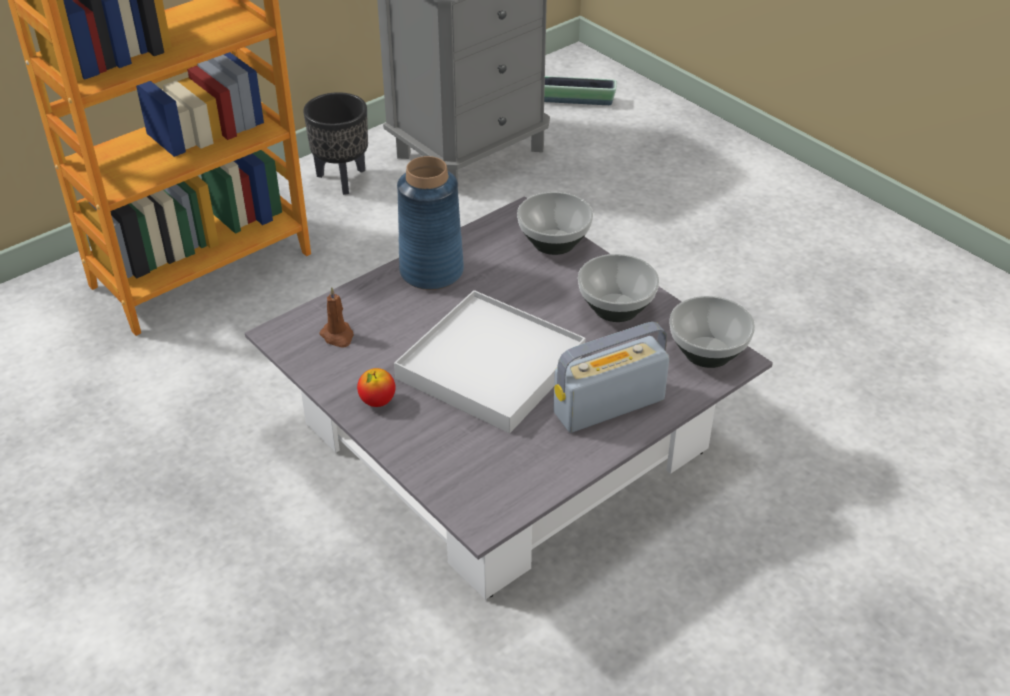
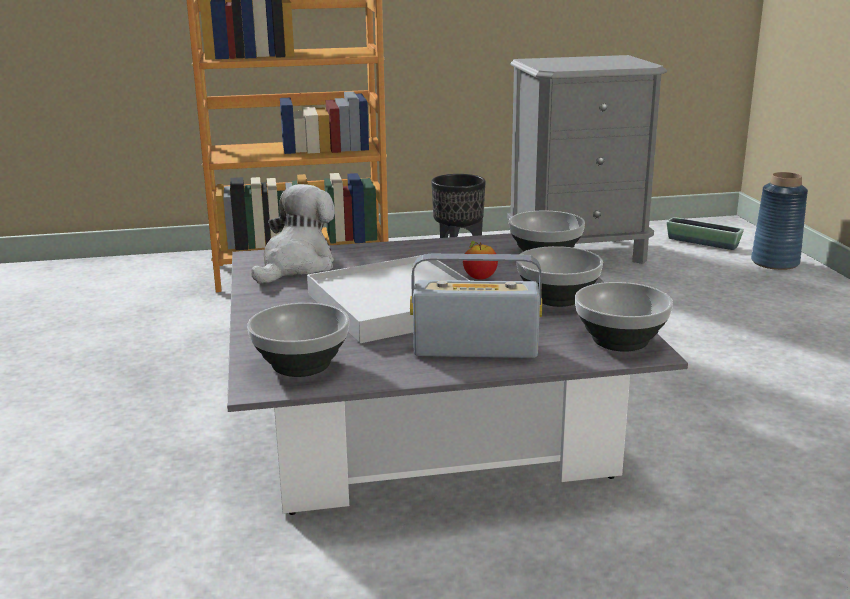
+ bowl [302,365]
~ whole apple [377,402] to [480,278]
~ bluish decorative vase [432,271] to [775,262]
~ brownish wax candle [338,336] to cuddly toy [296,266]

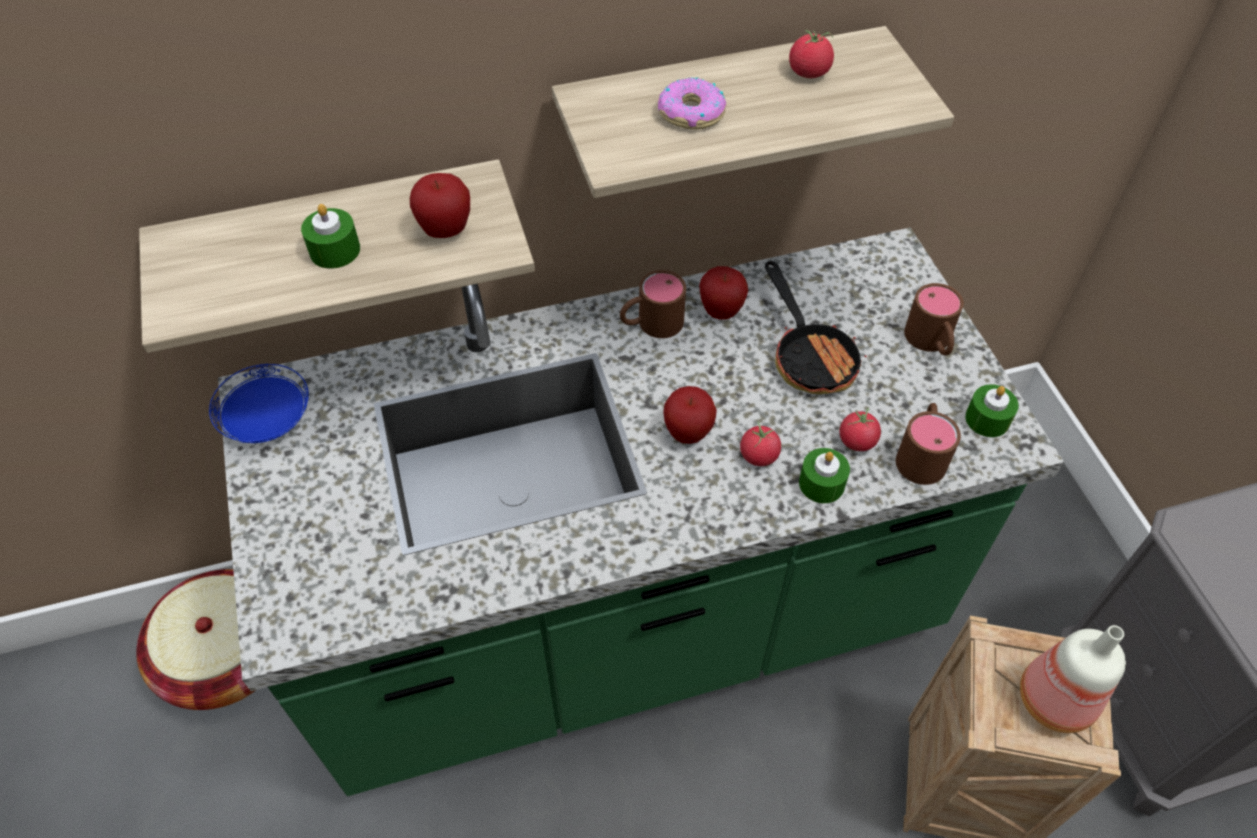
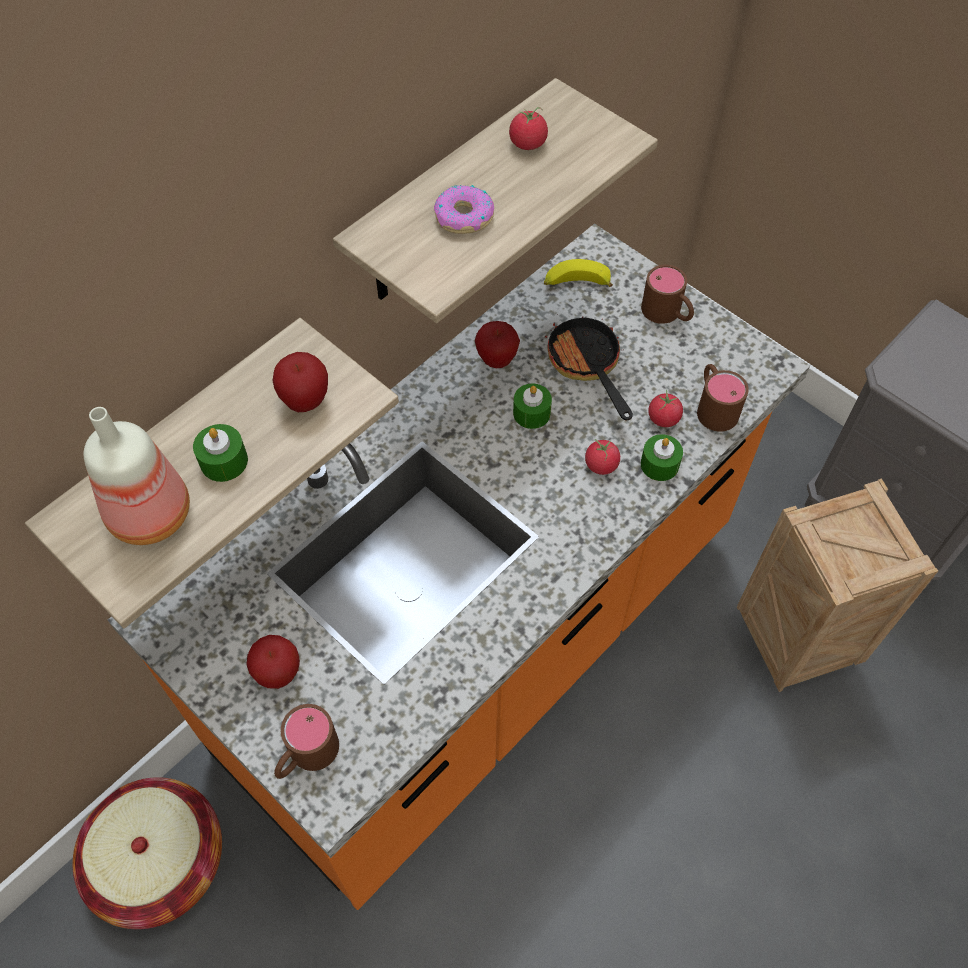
- bluish dinner plate [268,420]
+ whole banana [575,283]
~ brownish tea mug [651,324] to [305,755]
~ whole apple [688,433] to [278,674]
~ green wax candle [987,419] to [531,413]
~ beverage bottle [1052,700] to [148,516]
~ green counter [628,619] to orangey counter [484,644]
~ skillet [809,355] = [587,365] 150 degrees counterclockwise

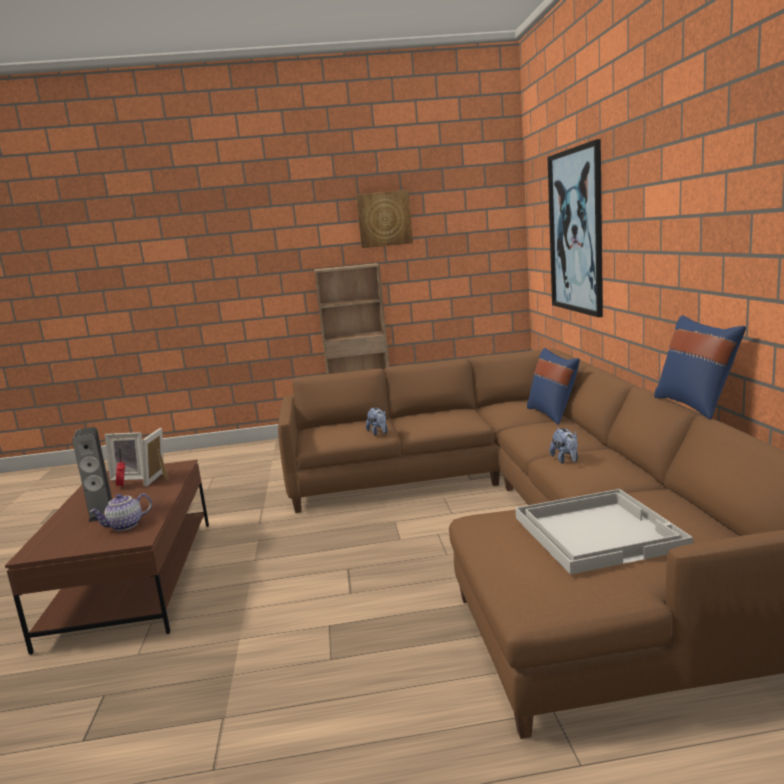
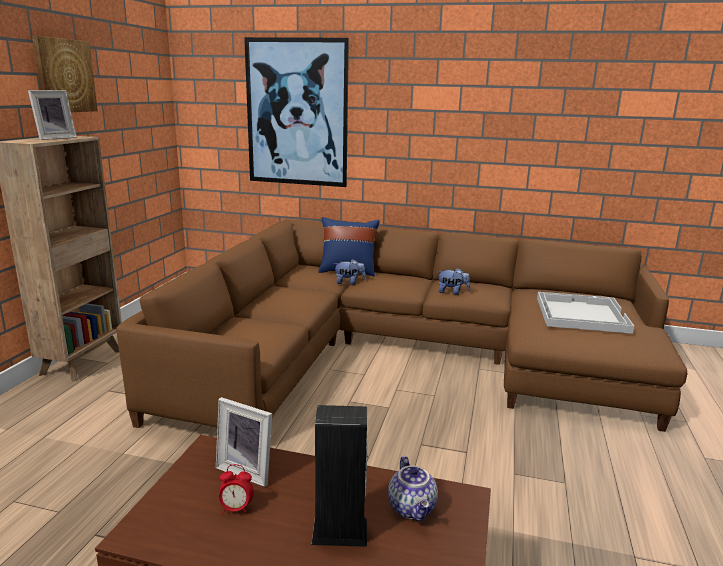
- bluish pillow [695,405]
~ standing frame [132,477] to [54,138]
~ cuddly toy [378,433] to [349,282]

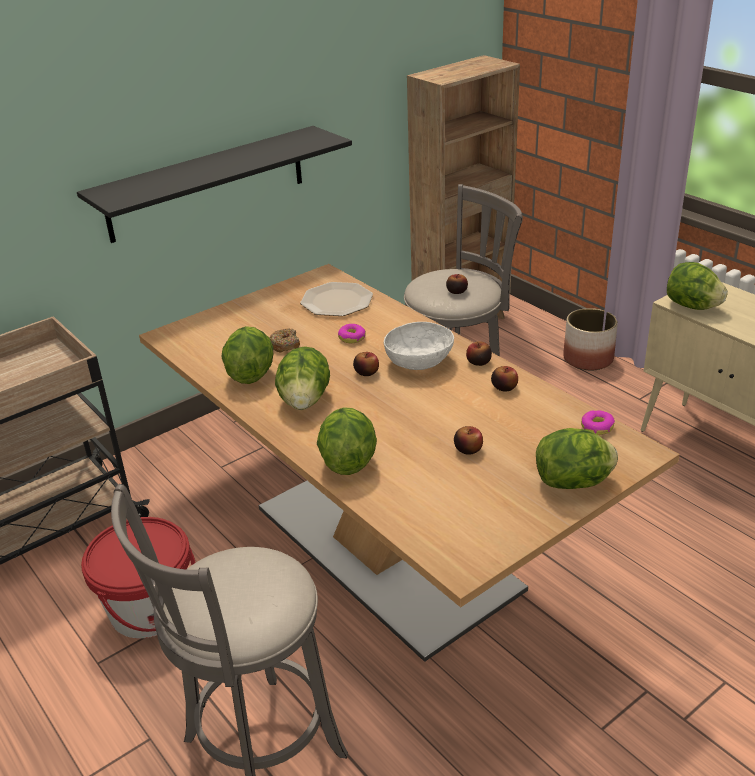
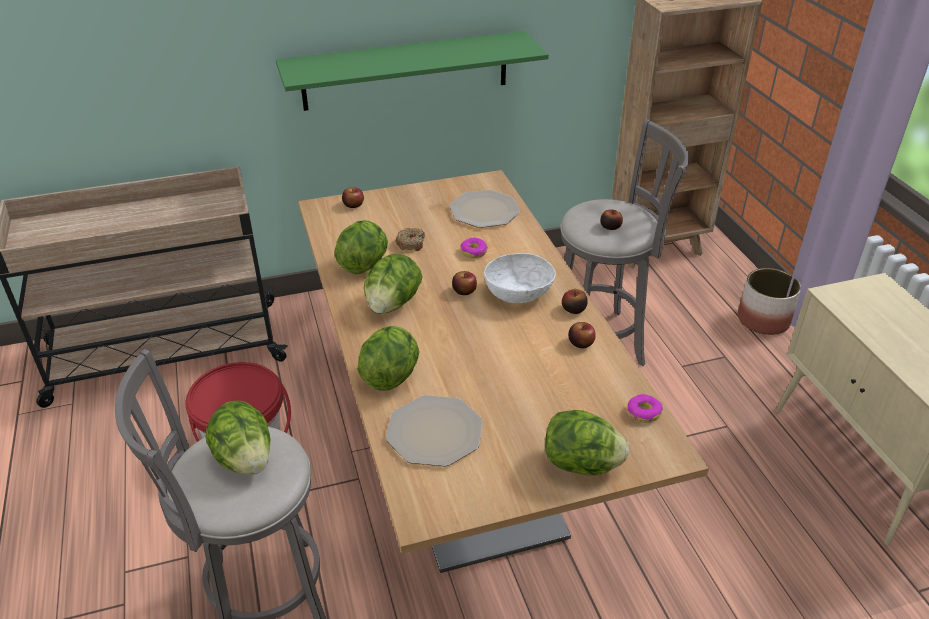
+ dinner plate [434,432]
~ whole apple [468,449] to [353,205]
~ lettuce [692,306] to [245,459]
~ black shelf [207,183] to green shelf [405,71]

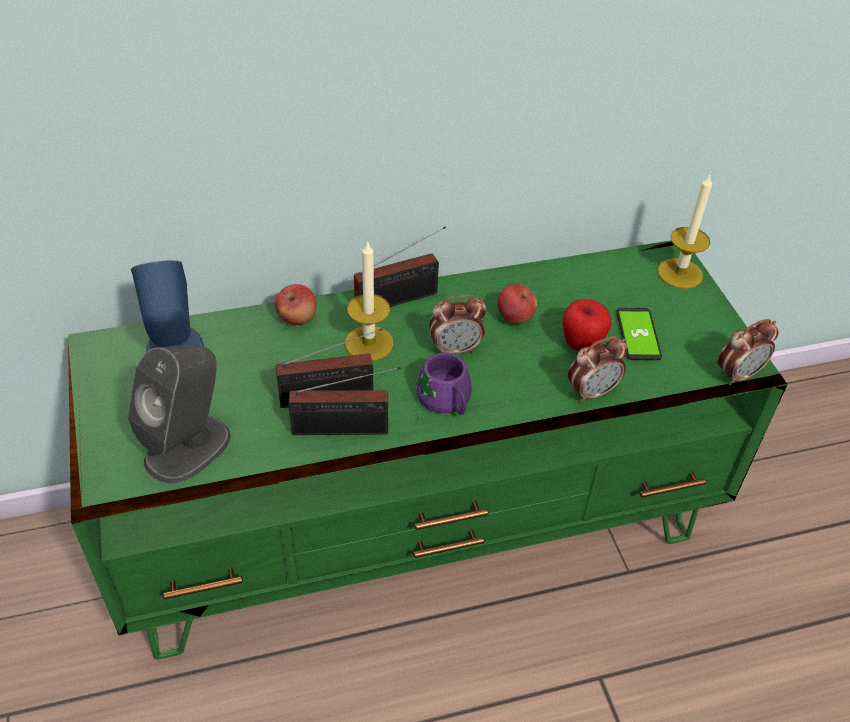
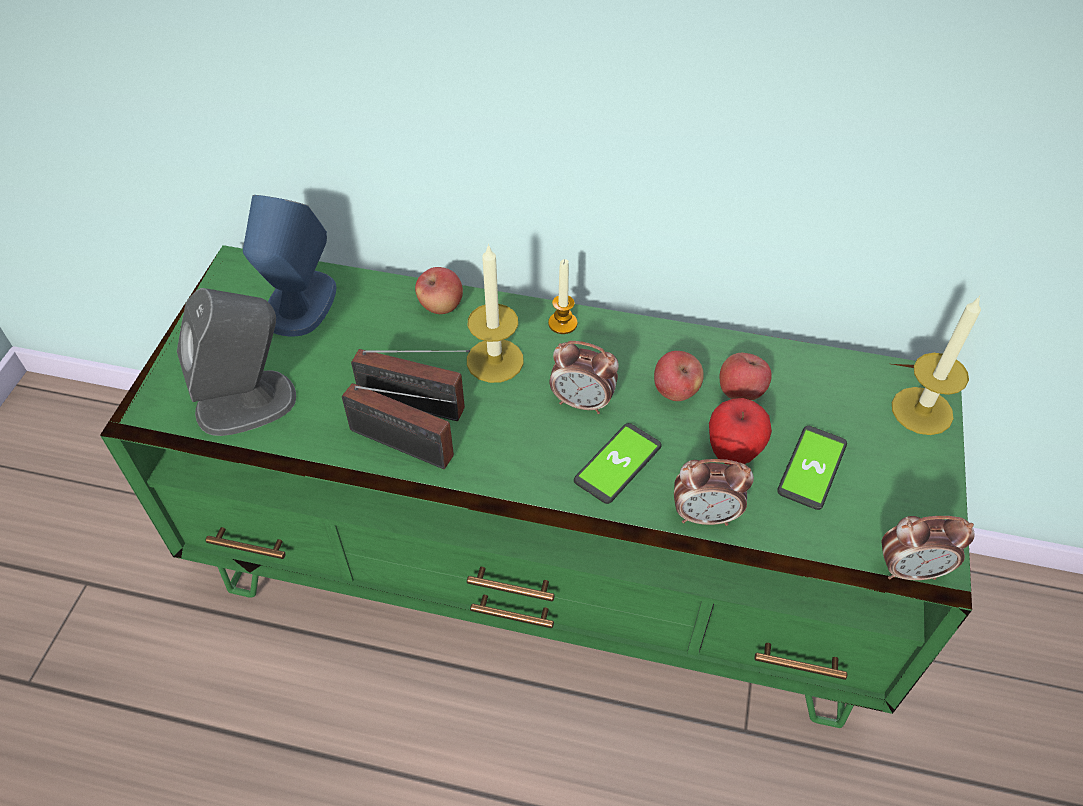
- purple-coloured tea mug [441,402]
+ handset [618,464]
+ whole apple [740,392]
~ radio [401,299] to wax candle [562,323]

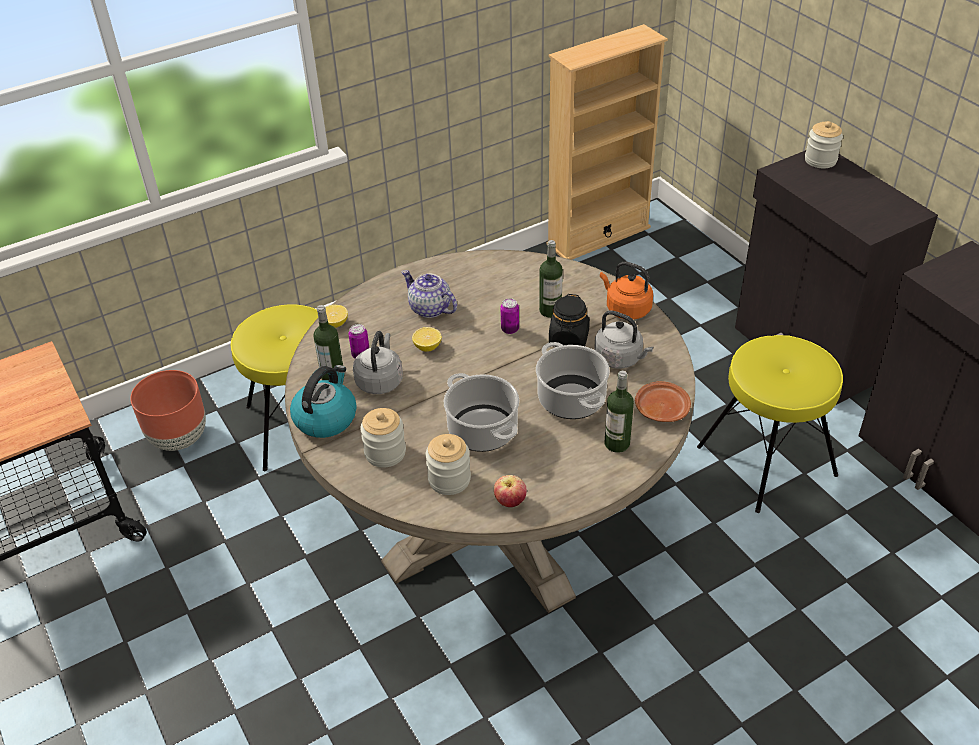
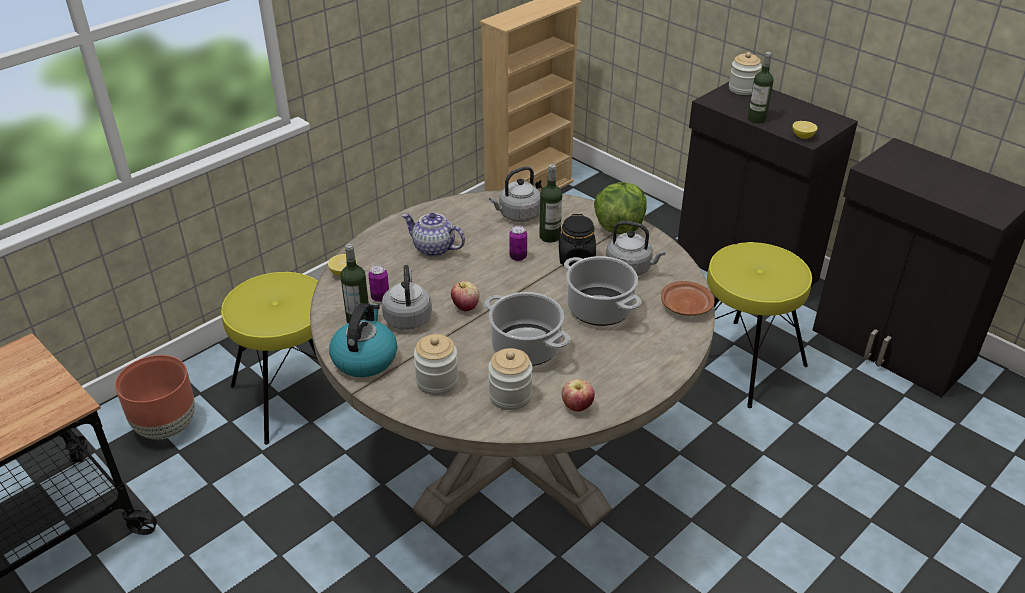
+ whole apple [465,307]
+ grey tea kettle [518,215]
~ citrus fruit [427,347] to [802,136]
~ beverage bottle [617,443] to [756,119]
~ orangey tea kettle [626,309] to lettuce [619,227]

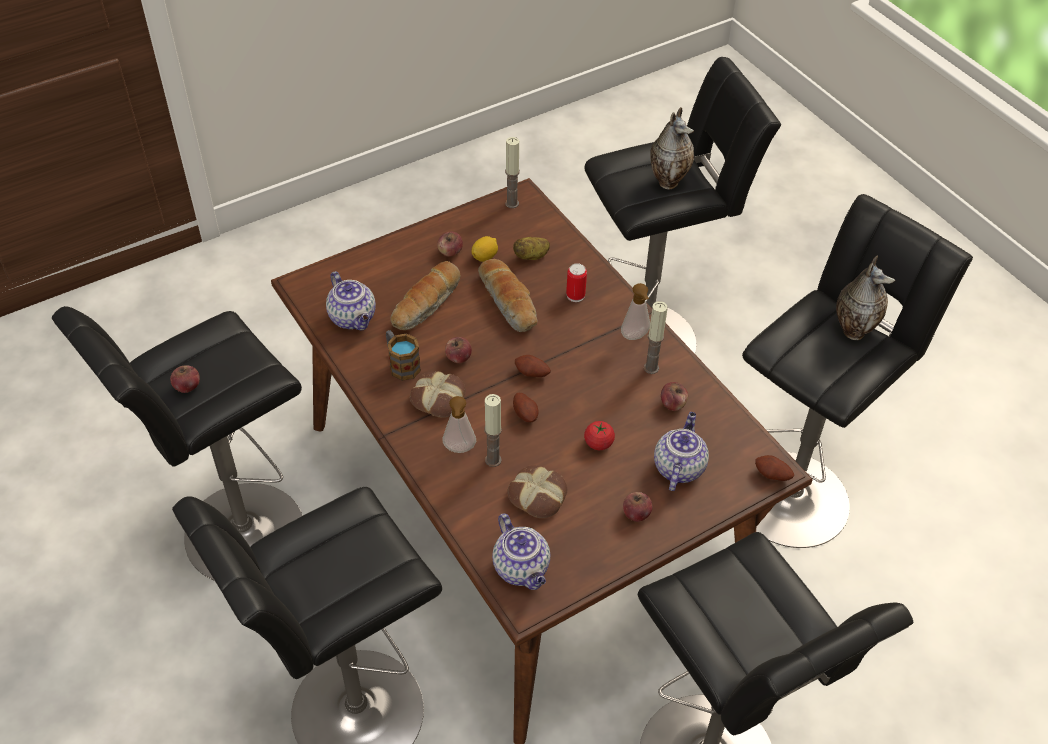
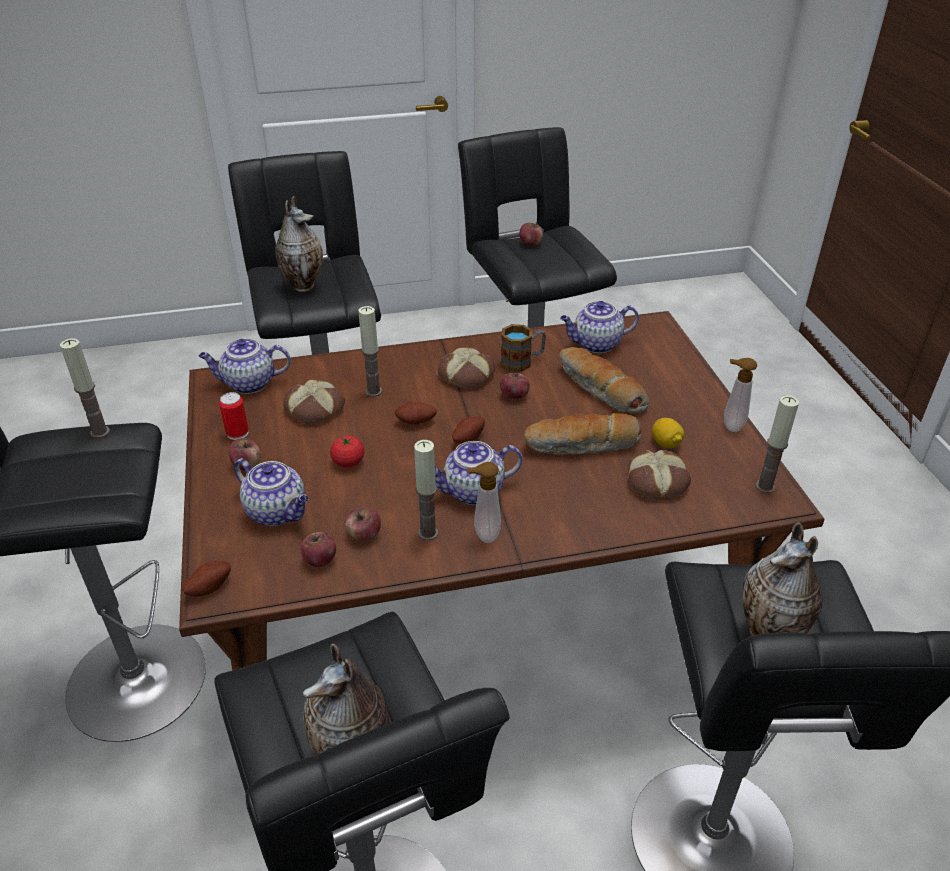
+ wax candle [100,432]
+ decorative vase [303,284]
+ teapot [472,492]
~ whole apple [450,252] to [320,560]
~ soap bottle [459,450] to [730,425]
~ metal can [575,295] to [237,433]
~ potato [531,256] to bakery bread [657,481]

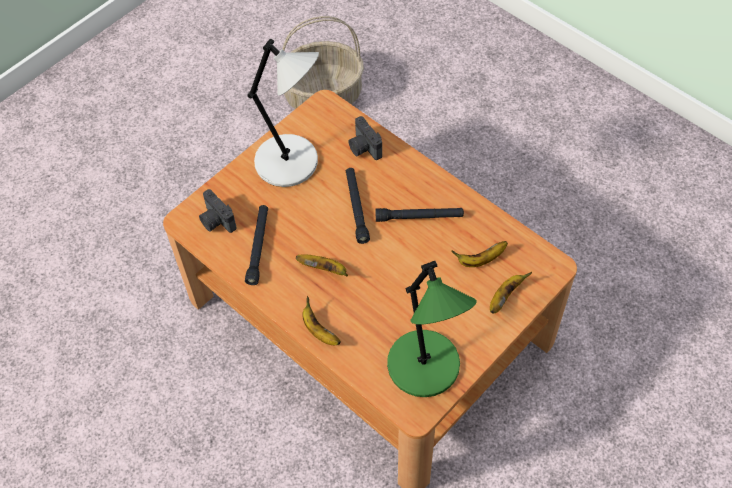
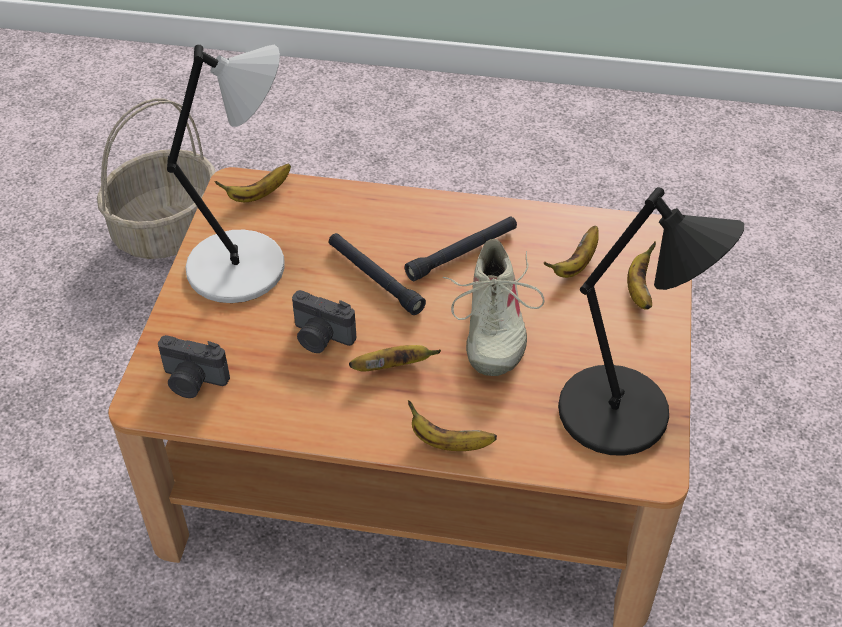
- black flashlight [258,247]
+ whole banana [259,194]
+ sand-coloured low shoe [492,326]
~ still camera [363,148] to [320,338]
~ green table lamp [425,368] to black table lamp [620,414]

